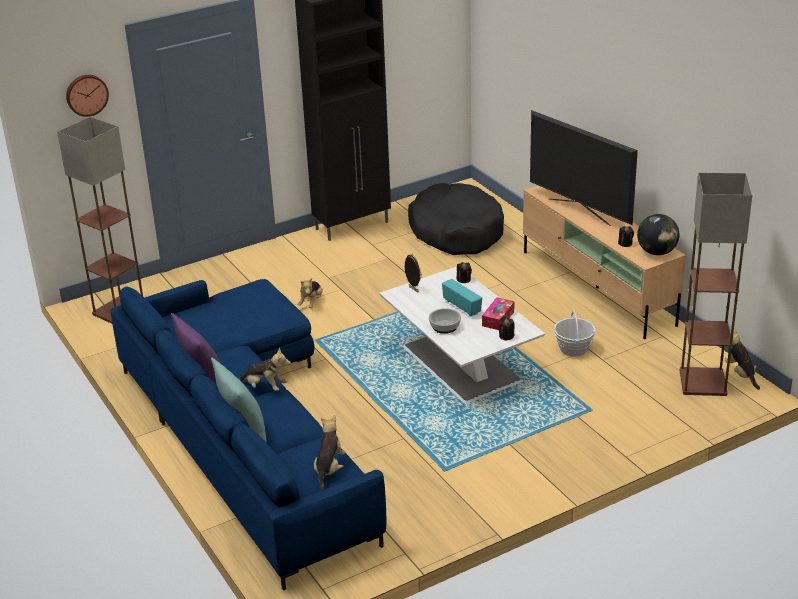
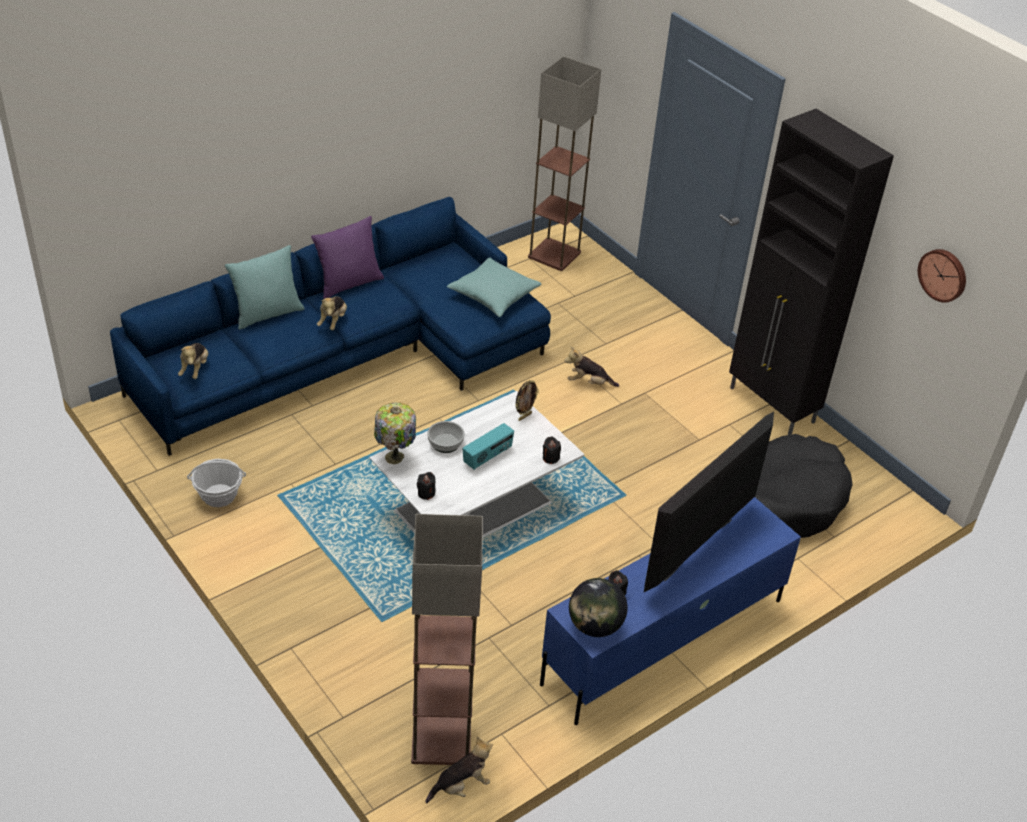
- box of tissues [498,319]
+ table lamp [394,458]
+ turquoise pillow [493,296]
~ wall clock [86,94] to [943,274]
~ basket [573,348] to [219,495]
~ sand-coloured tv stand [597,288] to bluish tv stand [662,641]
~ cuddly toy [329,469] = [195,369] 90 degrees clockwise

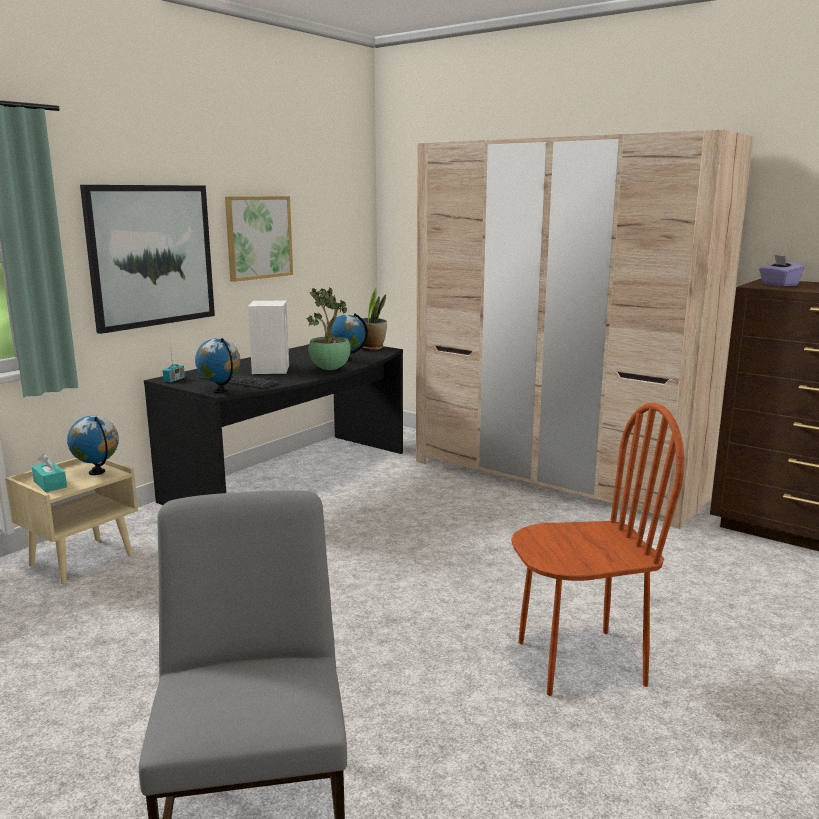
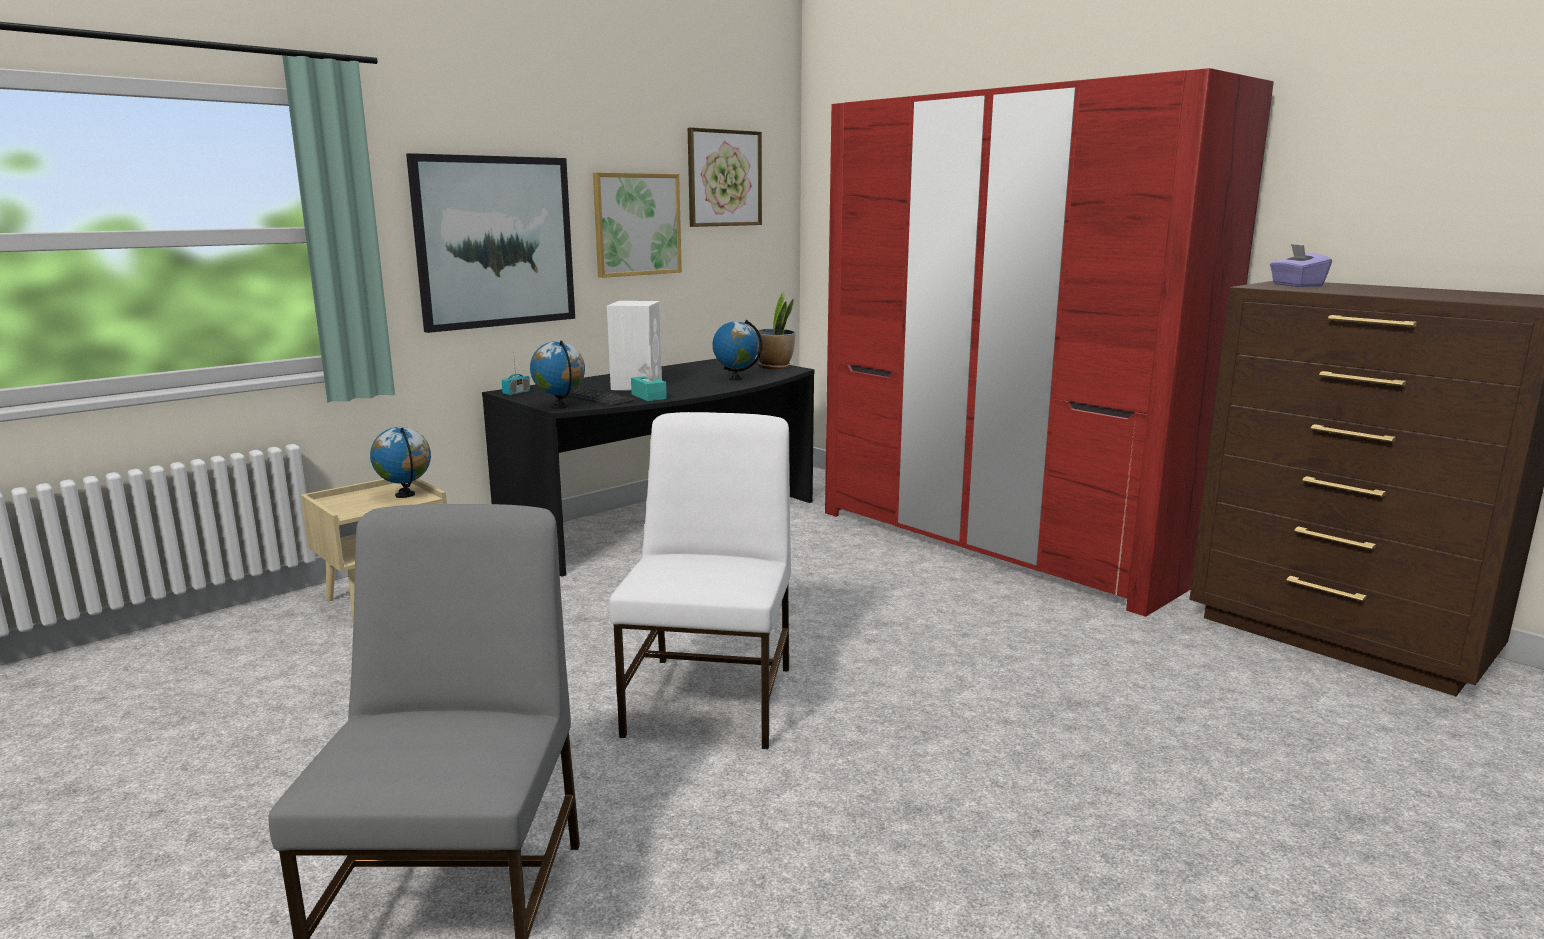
- potted plant [331,369]
- brownish upright chair [580,662]
+ white upright chair [712,699]
+ wall art [724,178]
~ turquoise box of tissues [50,484] to [648,396]
~ sand-coloured armoire [555,478] to reddish armoire [998,543]

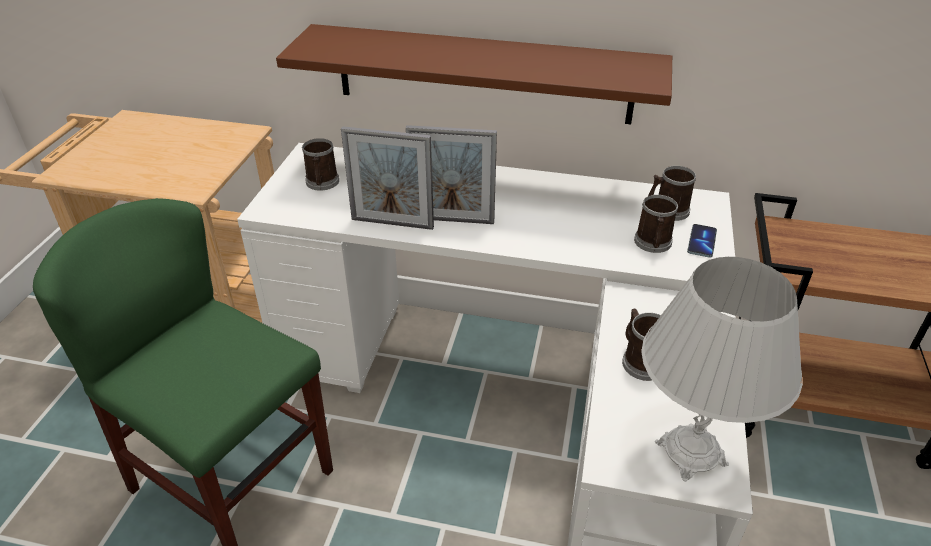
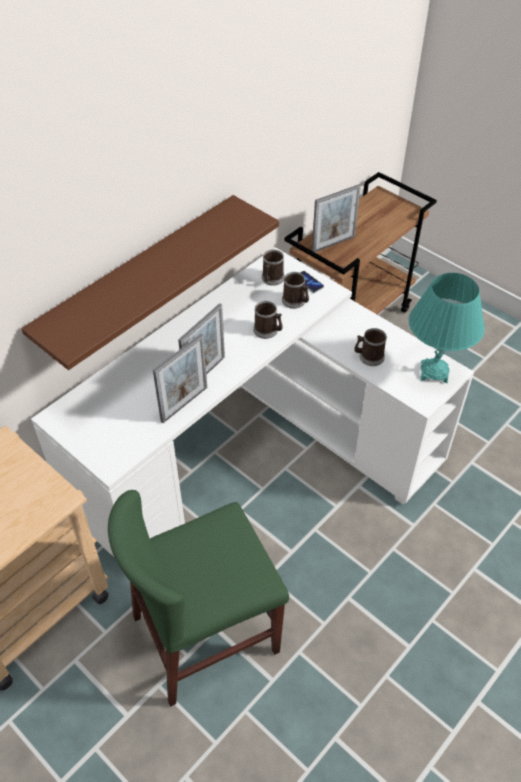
+ standing frame [333,244]
~ tea mug [322,183] to [268,331]
~ white table lamp [691,453] to turquoise table lamp [434,372]

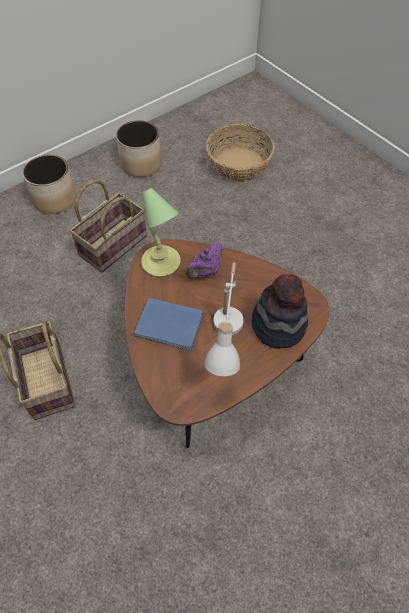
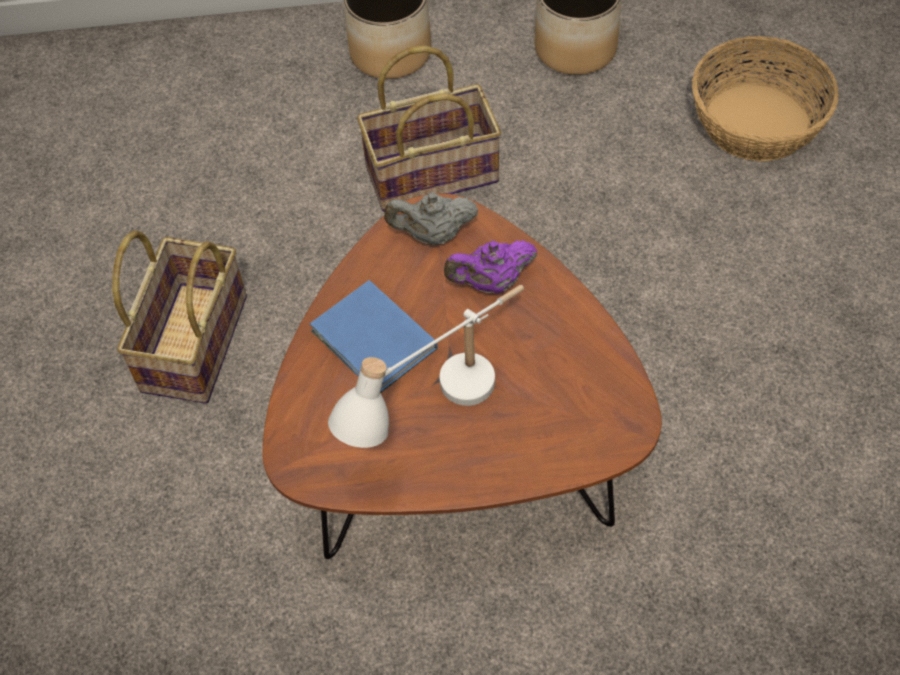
- wearable hat [278,324]
~ table lamp [161,263] to grey teapot [433,235]

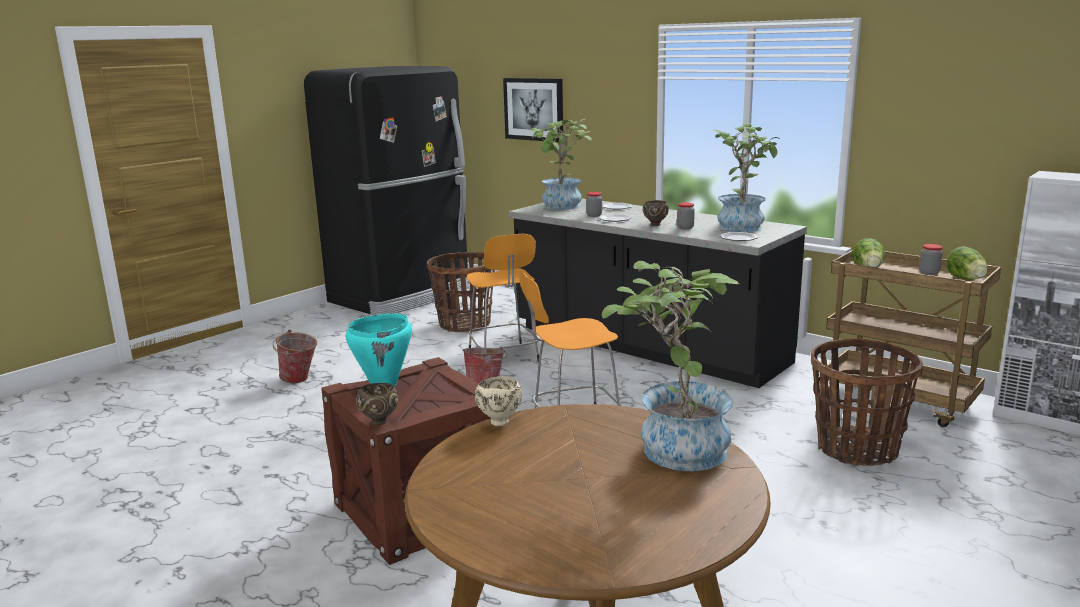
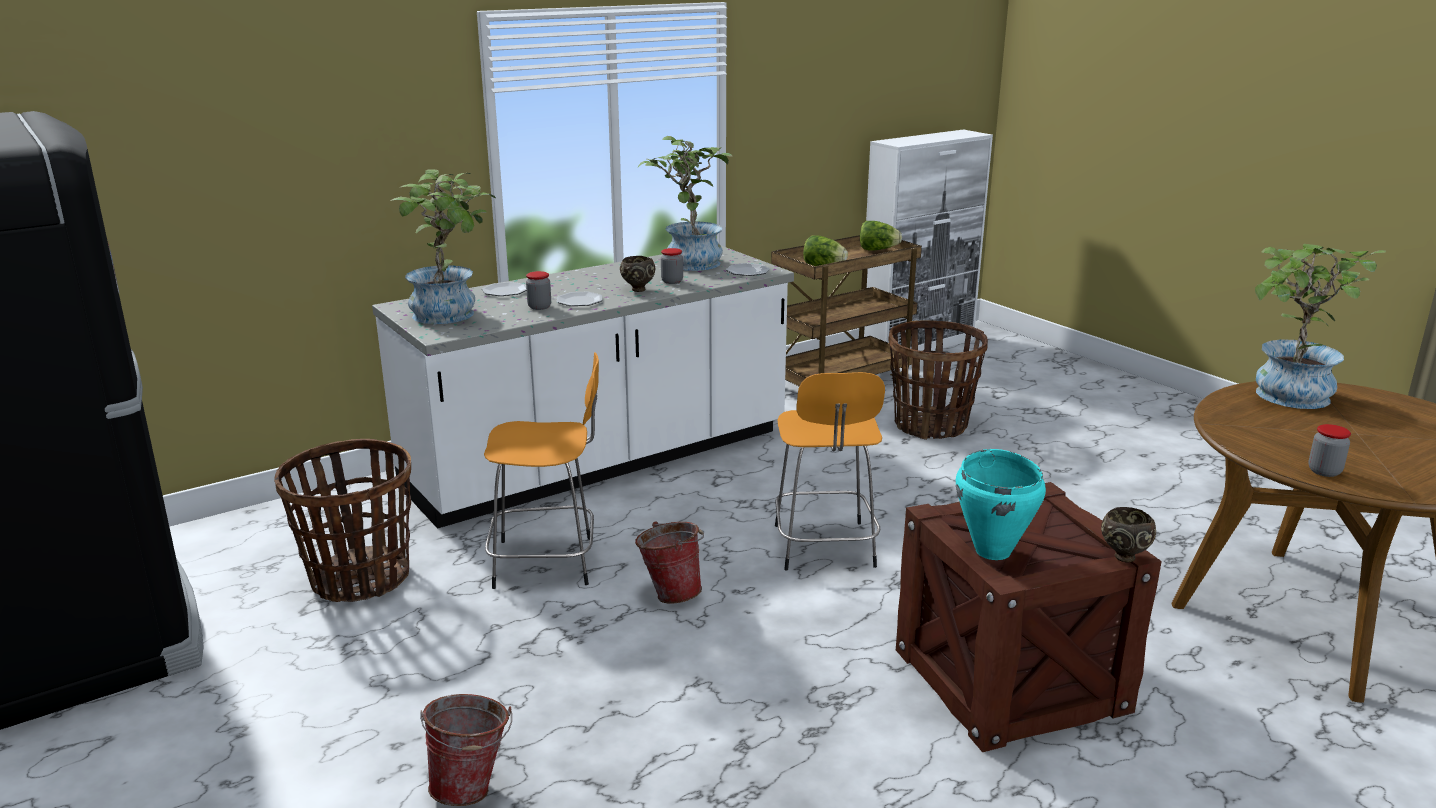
- sand-coloured bowl [499,421]
- wall art [534,109]
~ storage jar [929,273] to [1324,471]
~ black counter [646,346] to white counter [600,461]

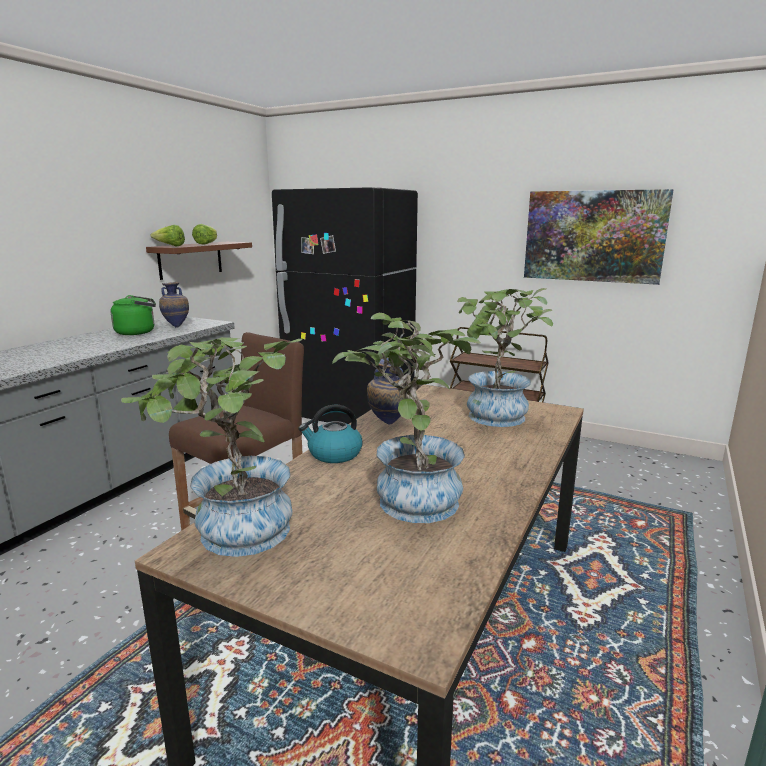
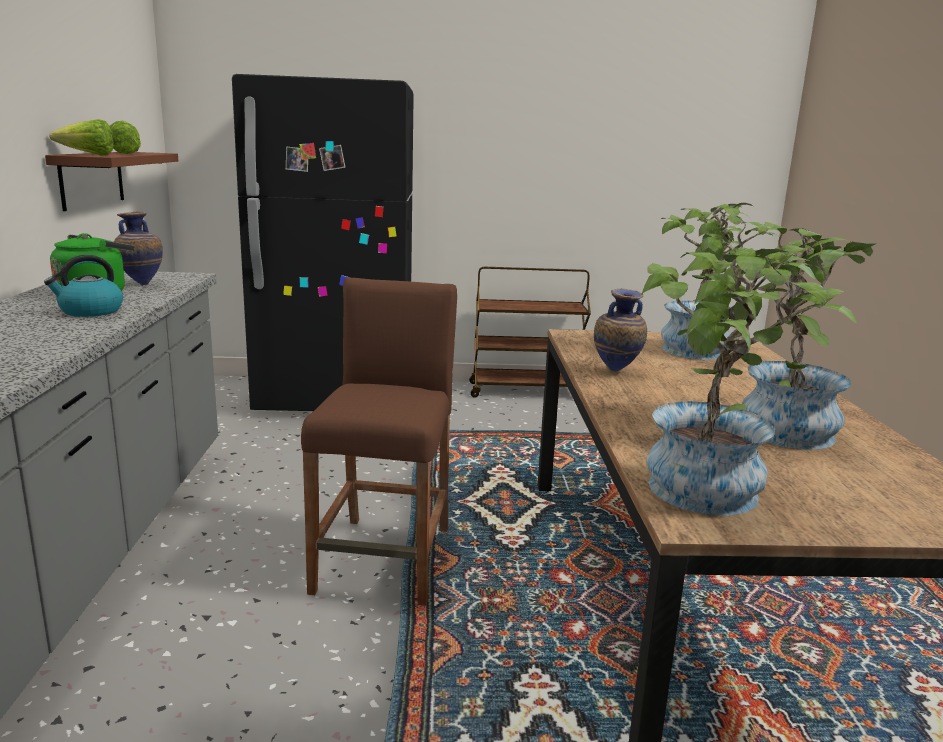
- wall art [593,236]
~ tea kettle [334,454] to [90,311]

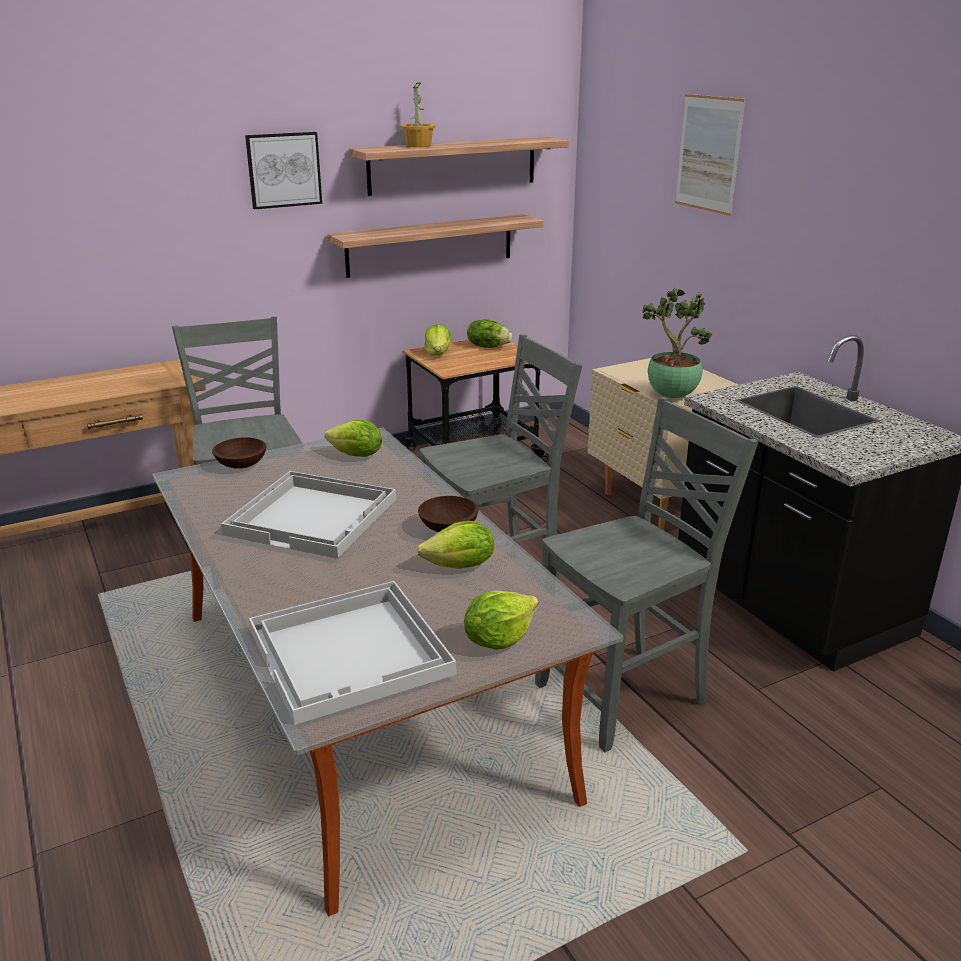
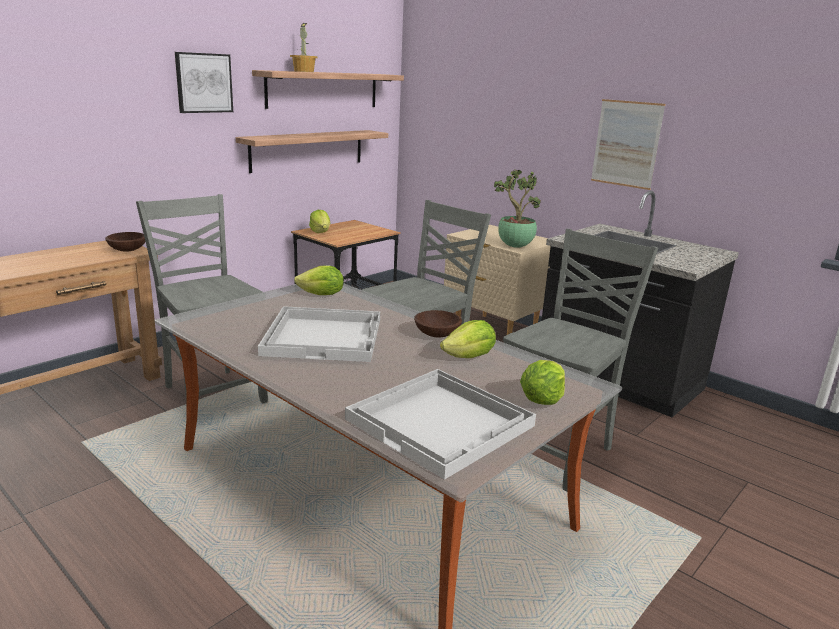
- lettuce [488,346]
~ brownish bowl [240,465] to [127,250]
~ wall art [708,154] to [626,144]

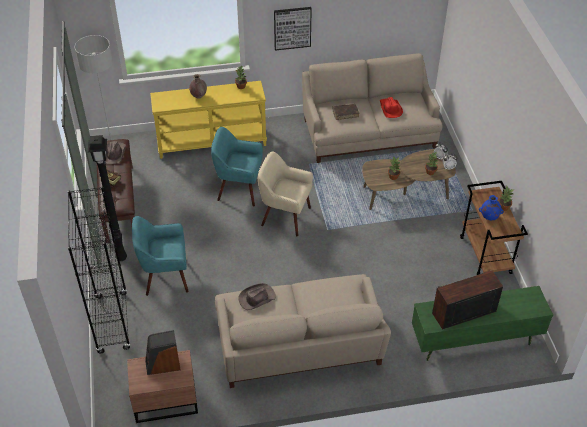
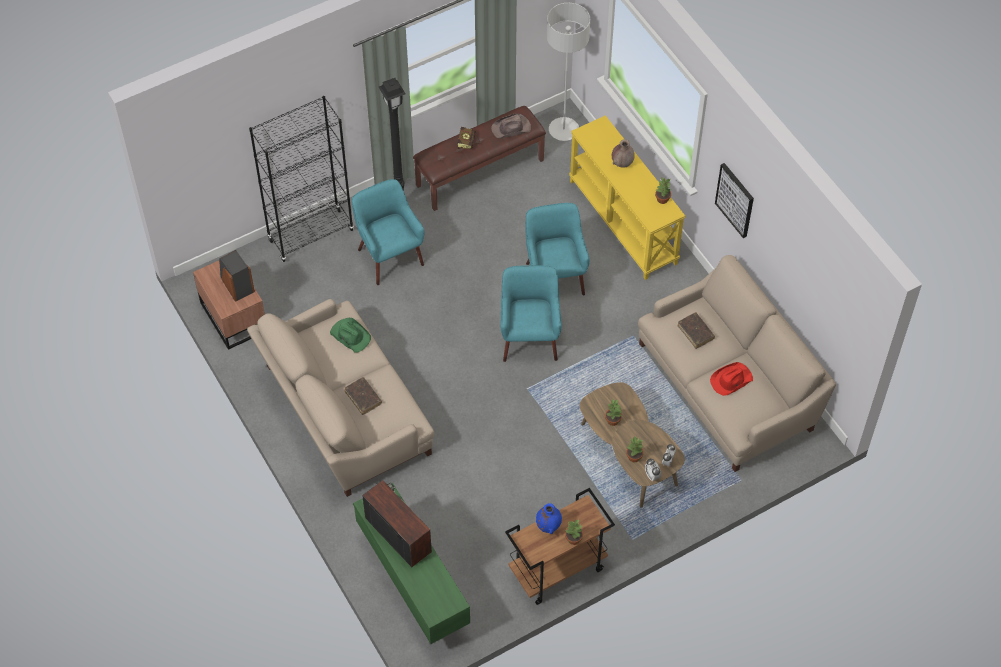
+ brownish book [363,398]
~ brownish wearable hat [256,298] to green wearable hat [350,335]
~ sand-coloured easy chair [285,217] to turquoise easy chair [529,339]

